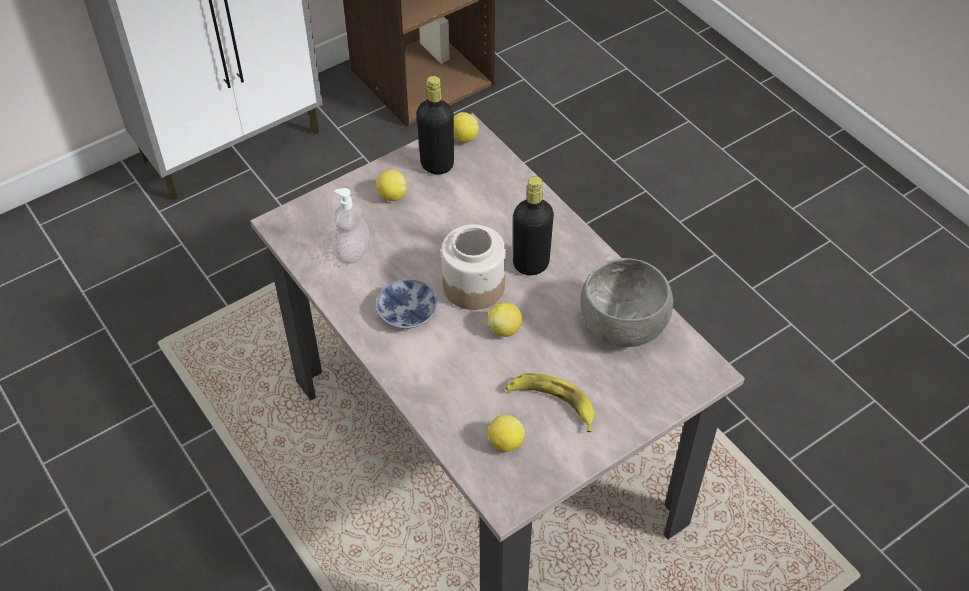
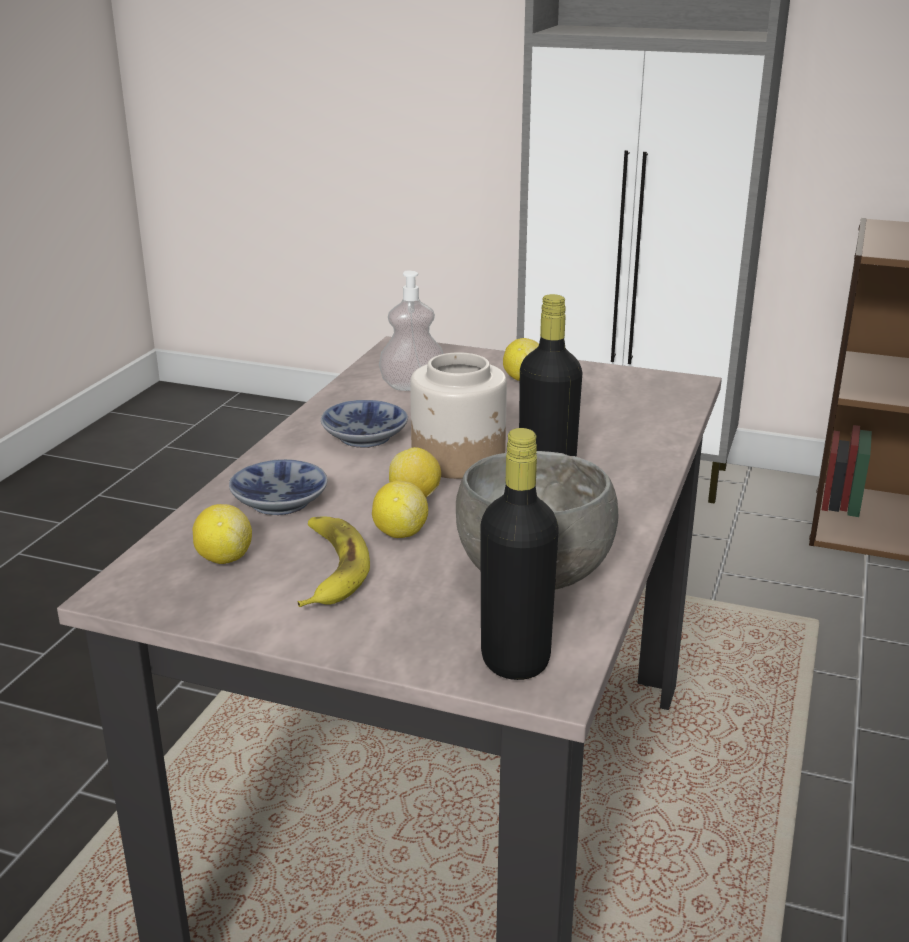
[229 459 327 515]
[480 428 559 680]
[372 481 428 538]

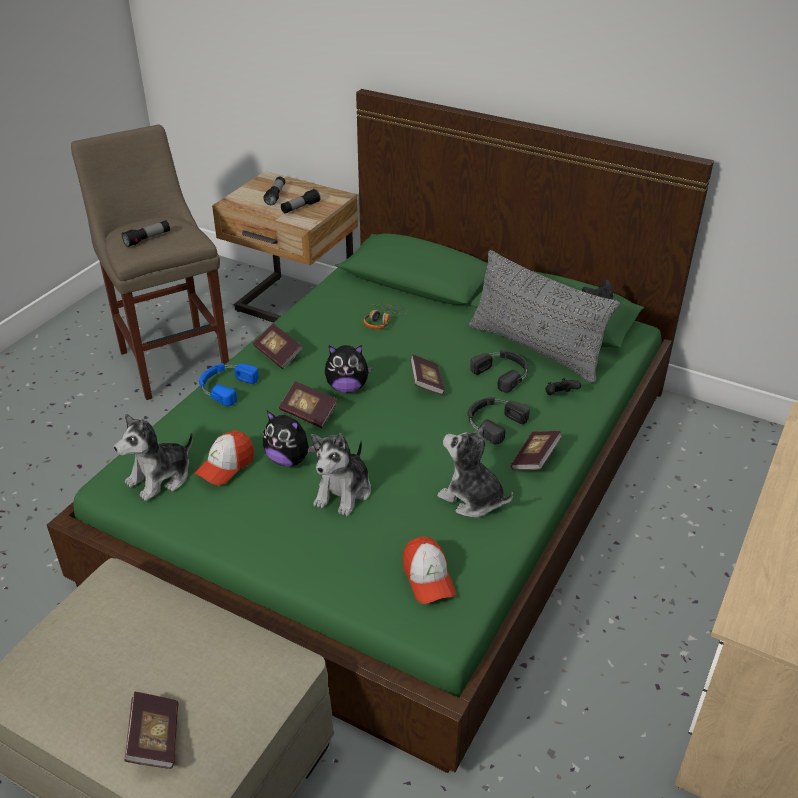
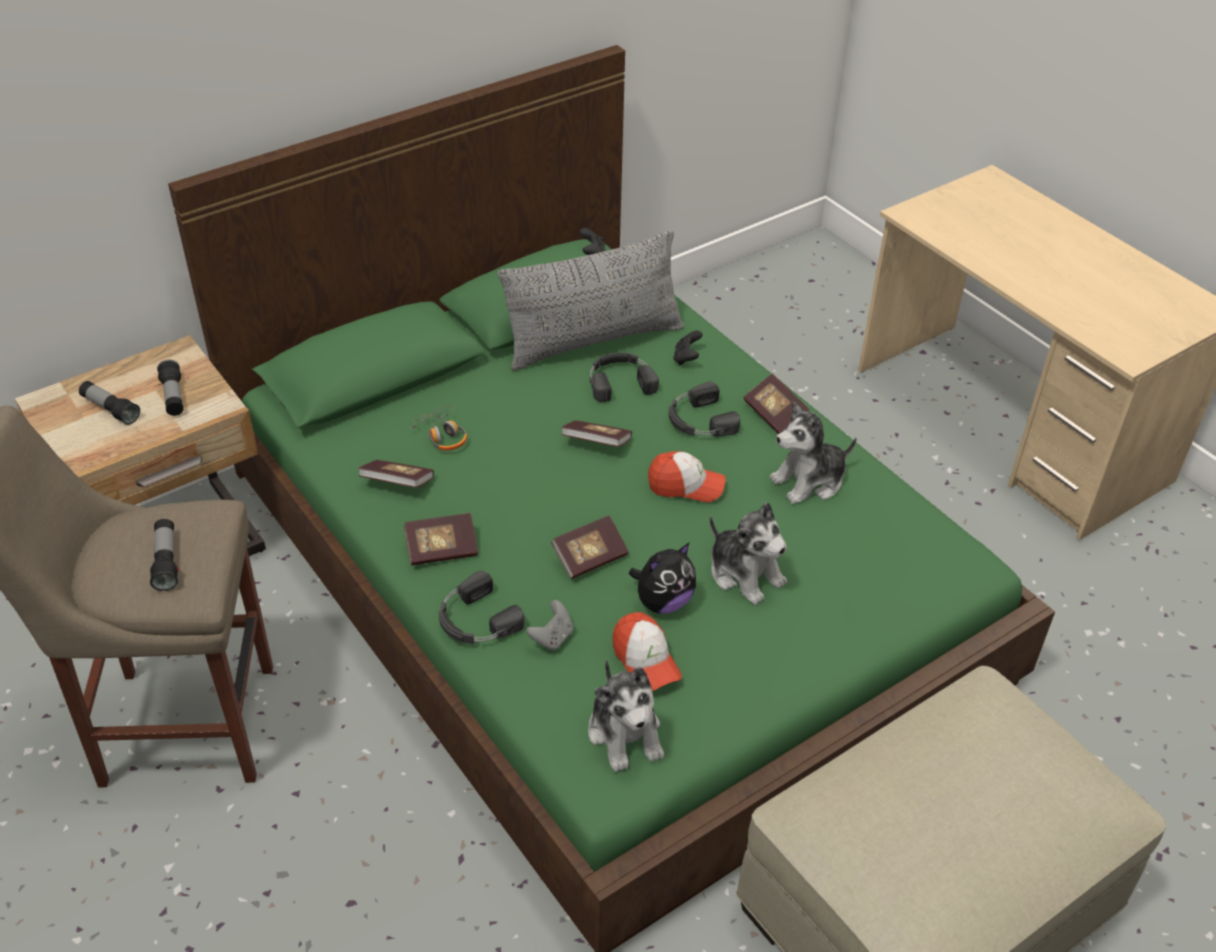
[325 345 372 392] (first image)
[526 600 573 650]
[358 460 434 488]
[648 451 726 502]
[438 571 524 644]

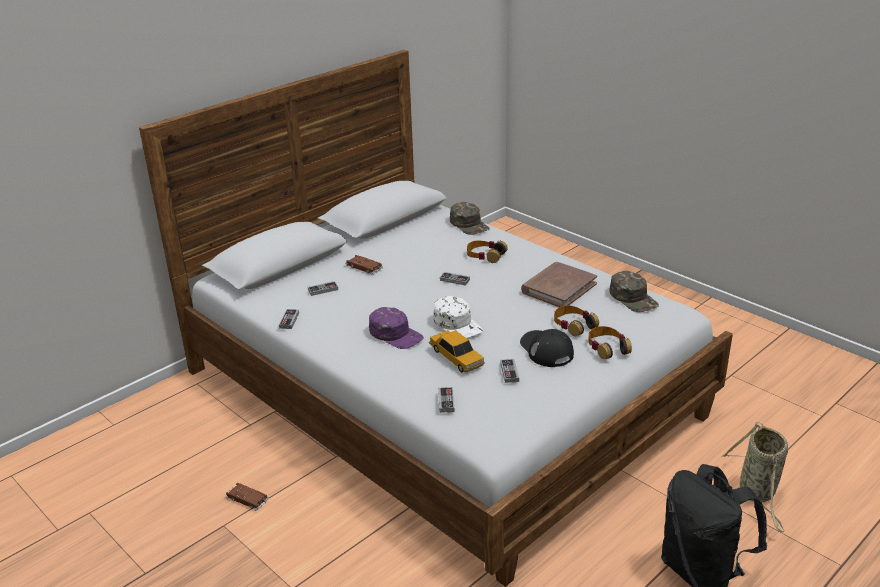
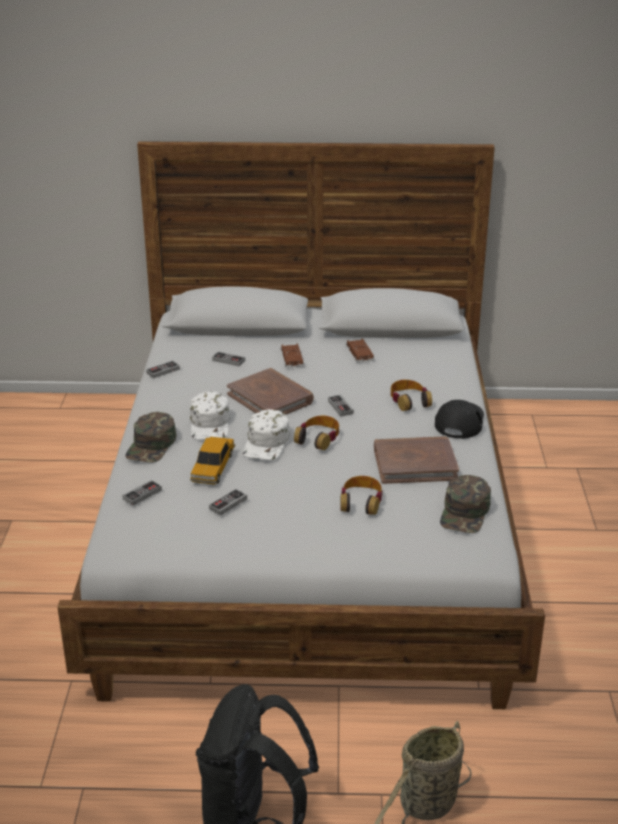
[227 368 314 415]
[346 338 375 363]
[125 412 176 463]
[435 400 484 439]
[294 416 339 450]
[190 392 230 439]

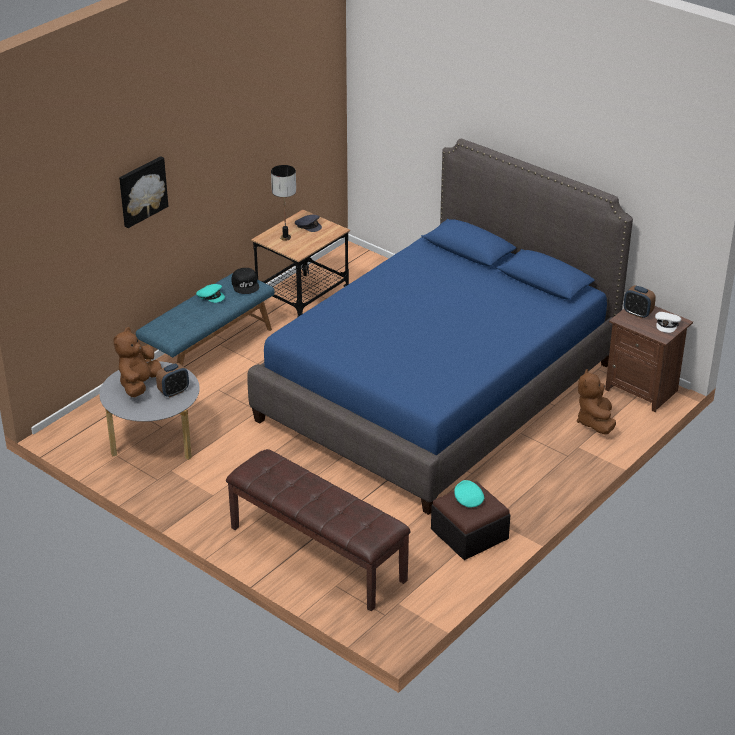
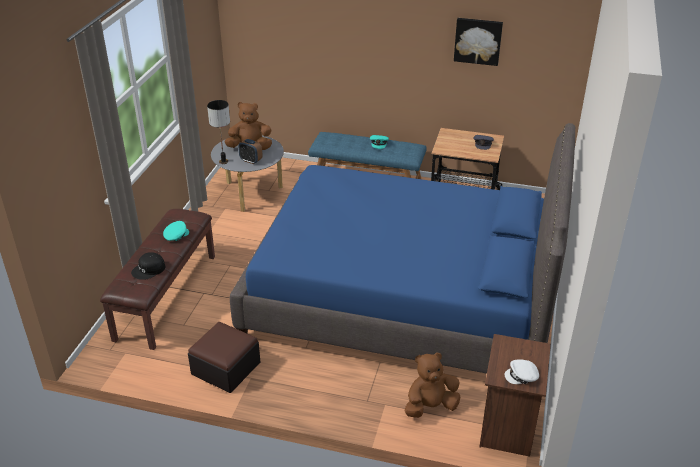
[624 285 656 319] (first image)
[454 18 503 66]
[131 252 165 280]
[207 100 230 164]
[163 221 189 241]

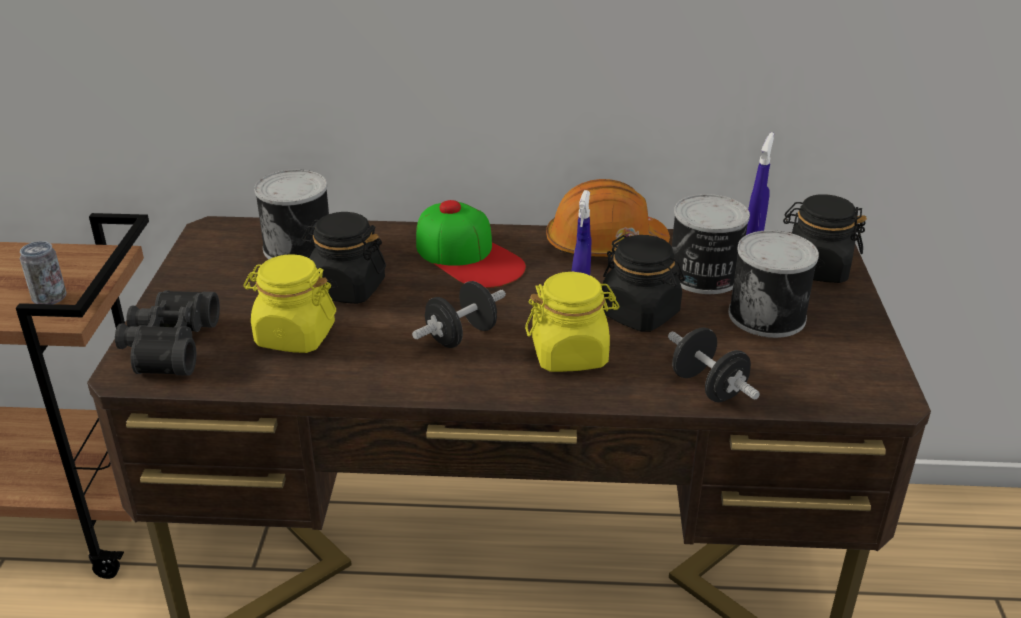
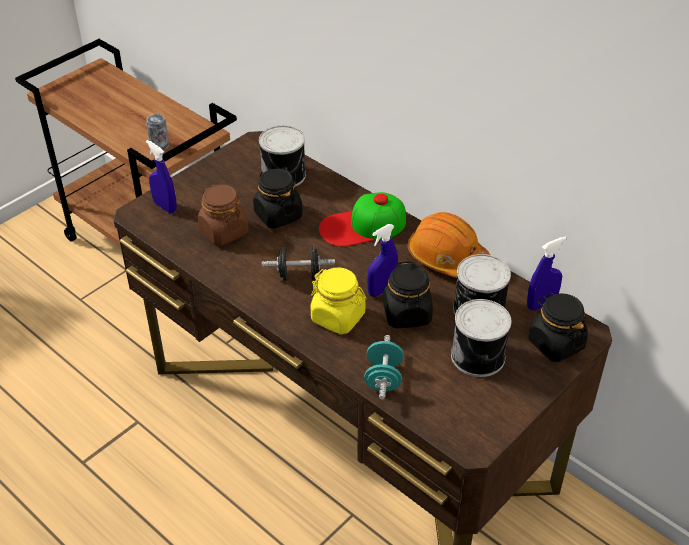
[146 140 177 213]
[197 185 249 246]
[364 335 404 400]
[319 192 406 246]

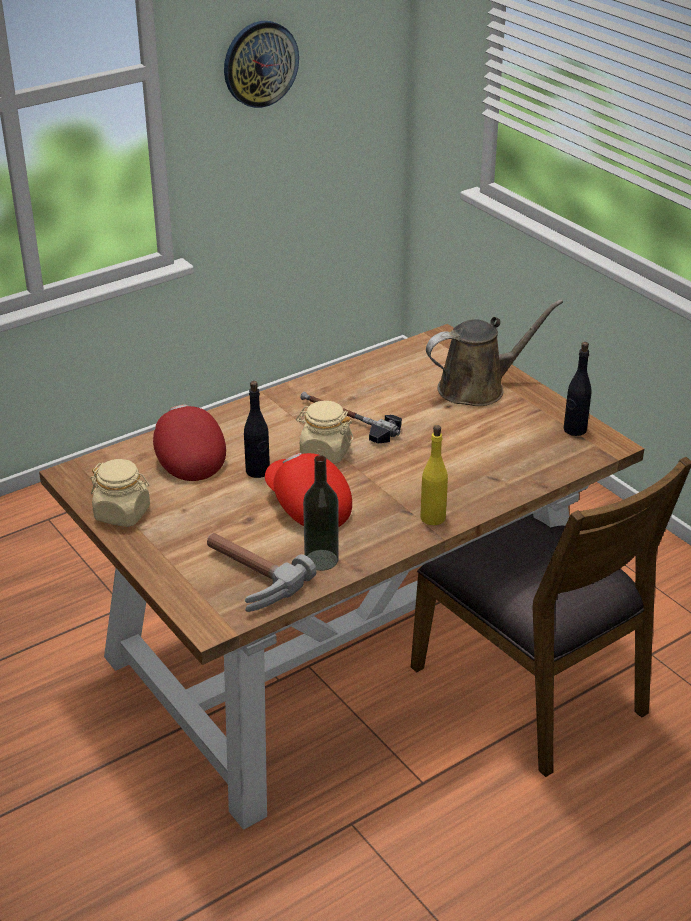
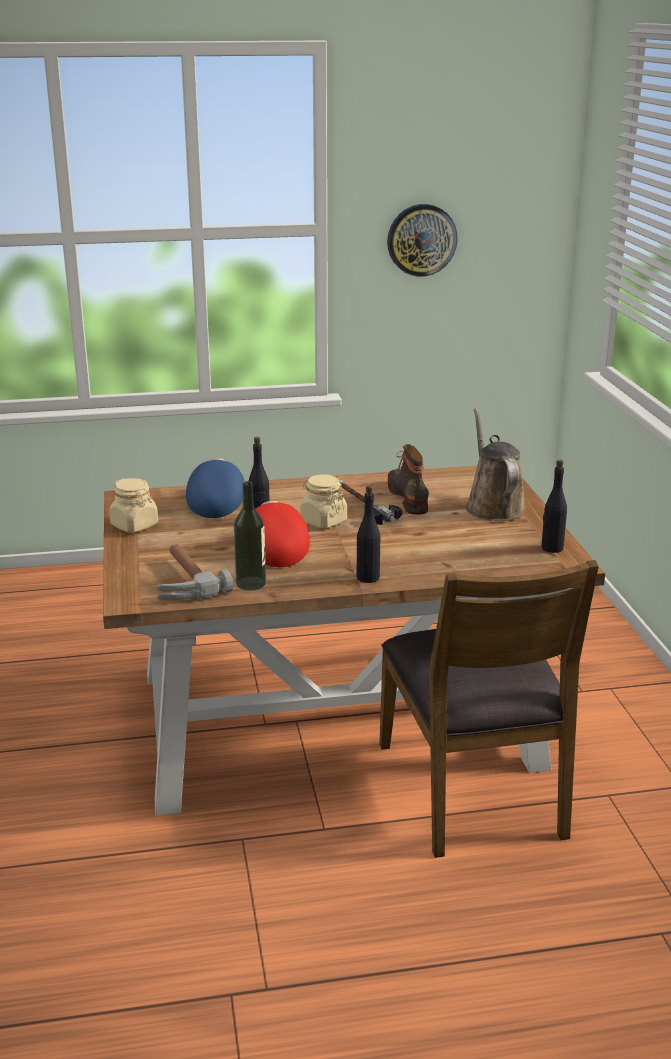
[388 444 429 515]
[186 458 245 518]
[357 485 380 583]
[466 408 526 521]

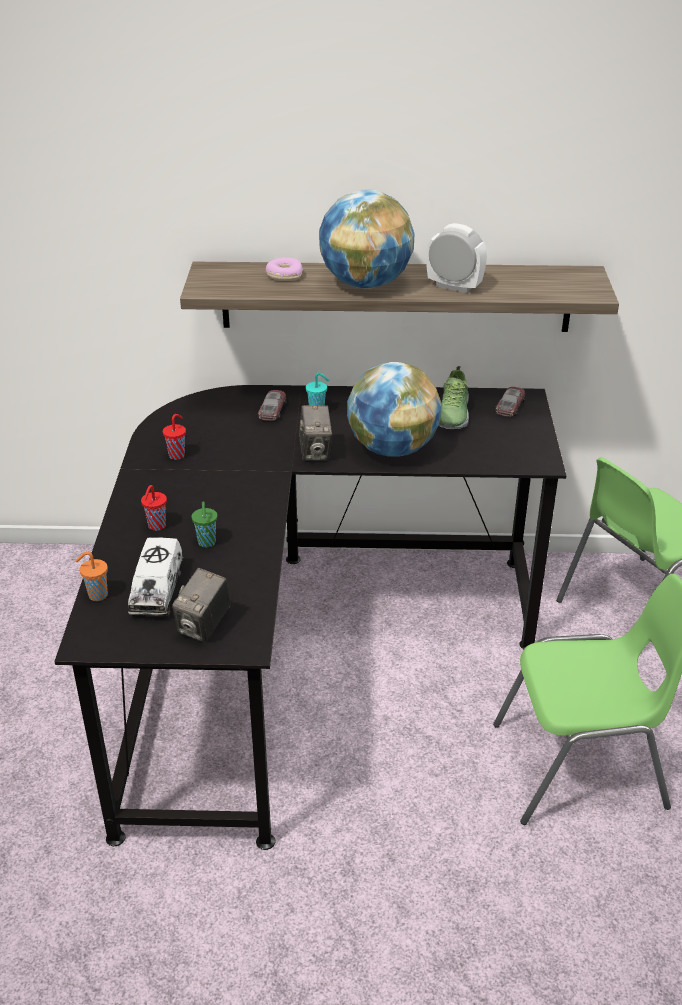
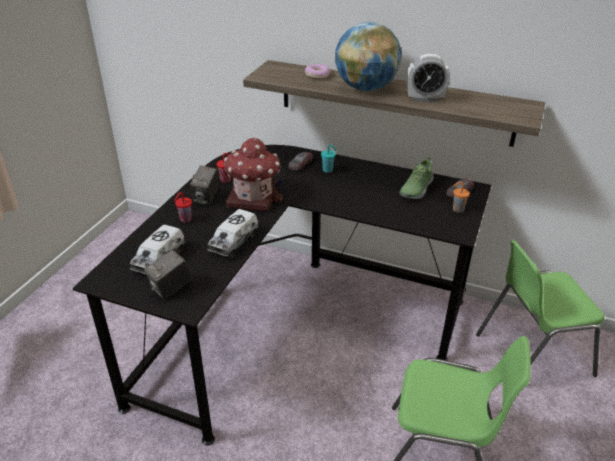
[192 501 218 548] (first image)
[347 362 441 457] (first image)
[207 209 259 259]
[223 138 283 211]
[453 182 470 213]
[190 166 219 205]
[407 54 450 102]

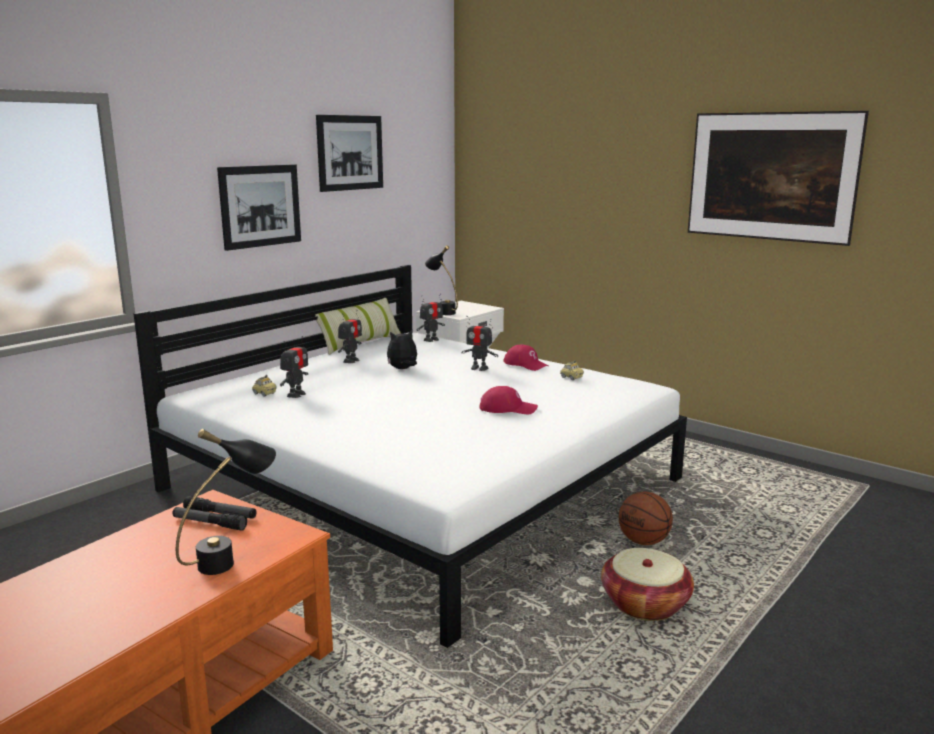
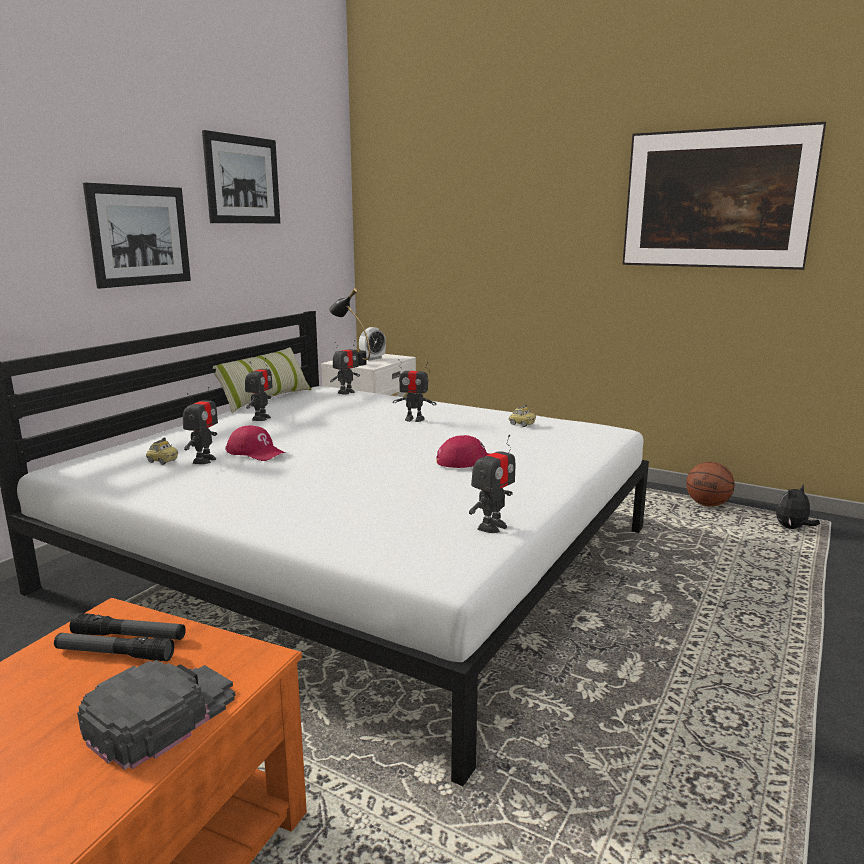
[601 548 694 621] (first image)
[359 327 386 360]
[469 435 515 533]
[776 485 820 529]
[225 425 286 461]
[686 462 735 507]
[77 660 236 770]

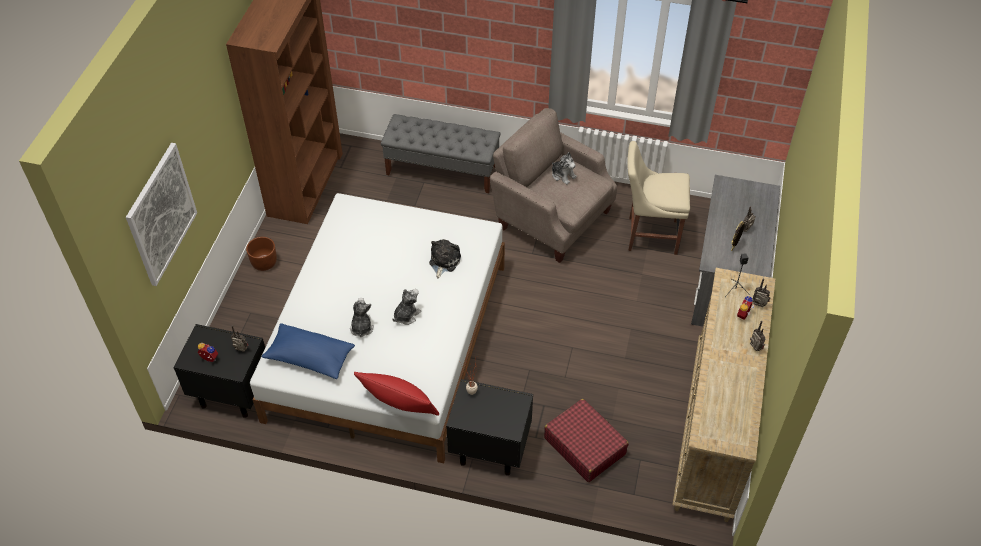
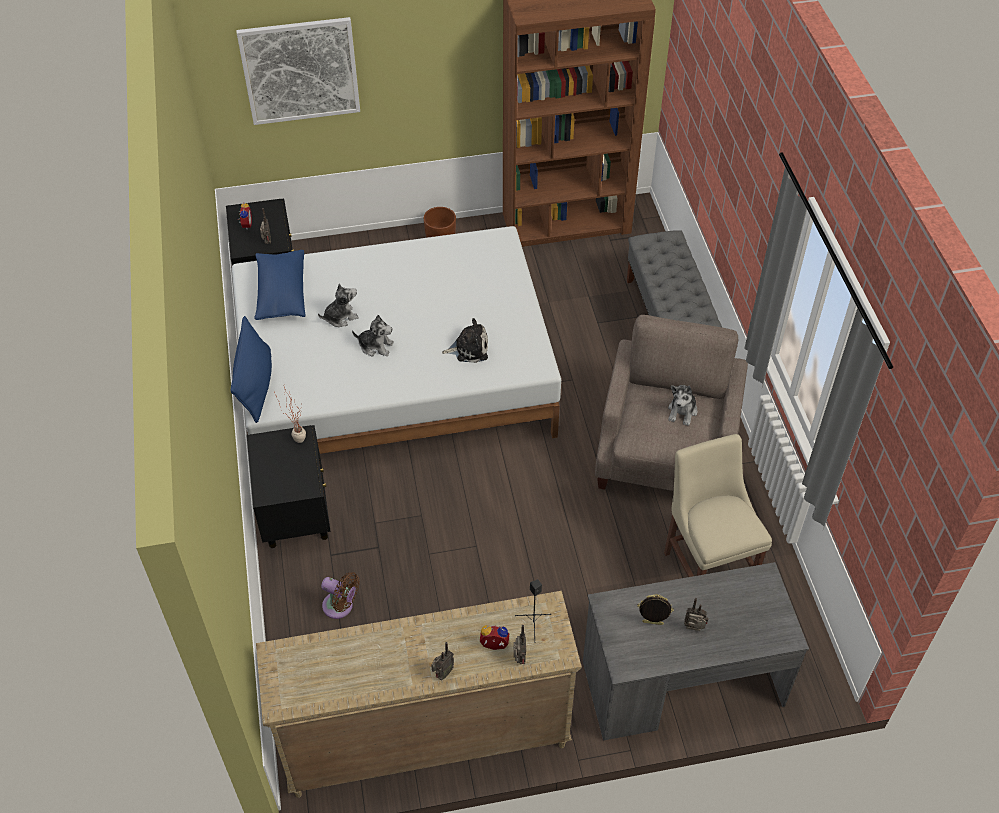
[321 572 360 619]
[230 316 272 423]

